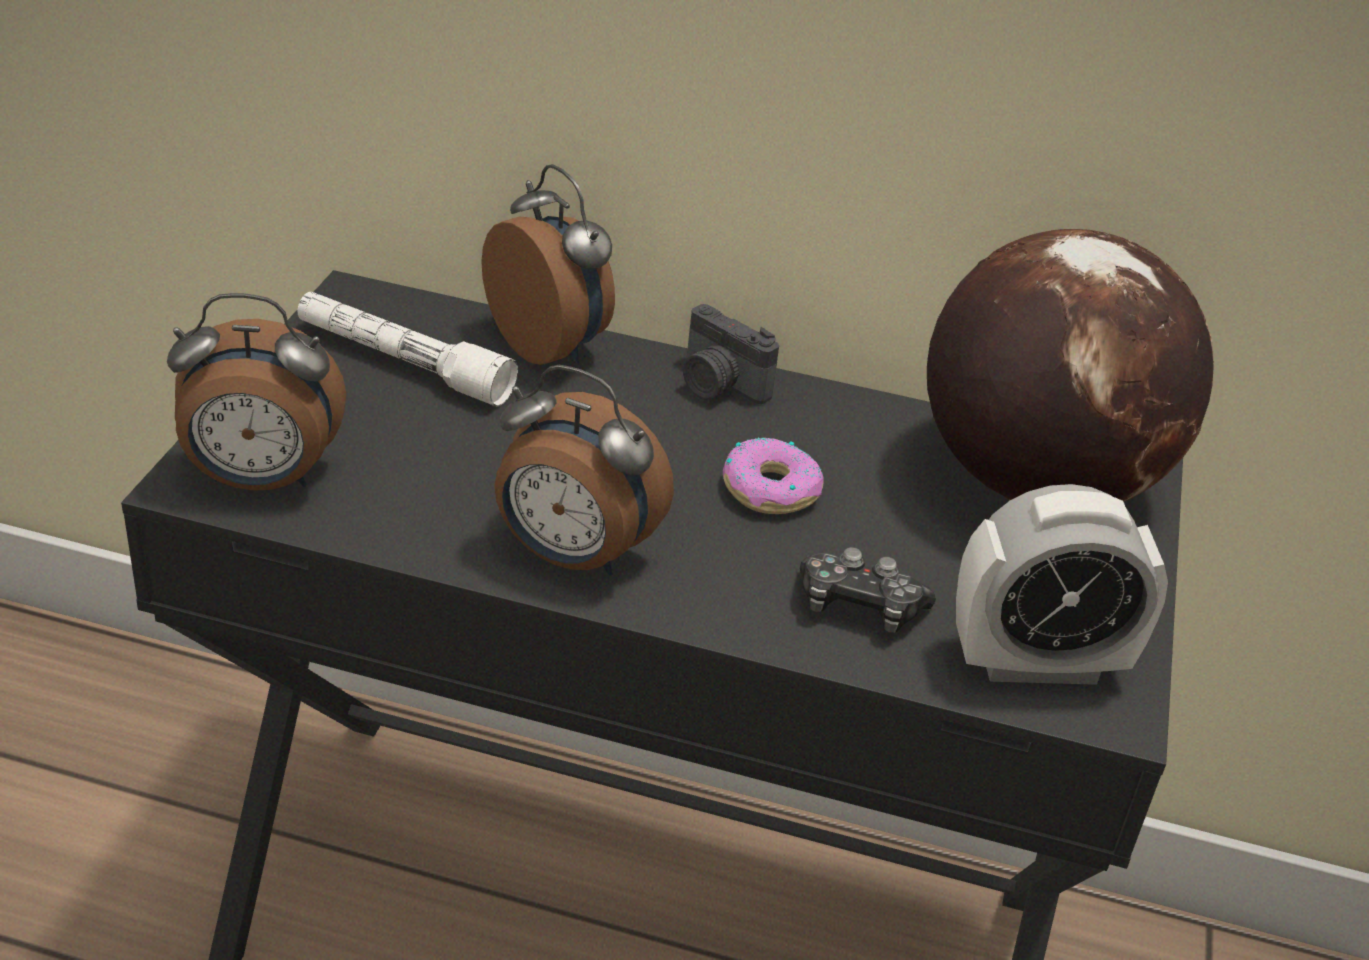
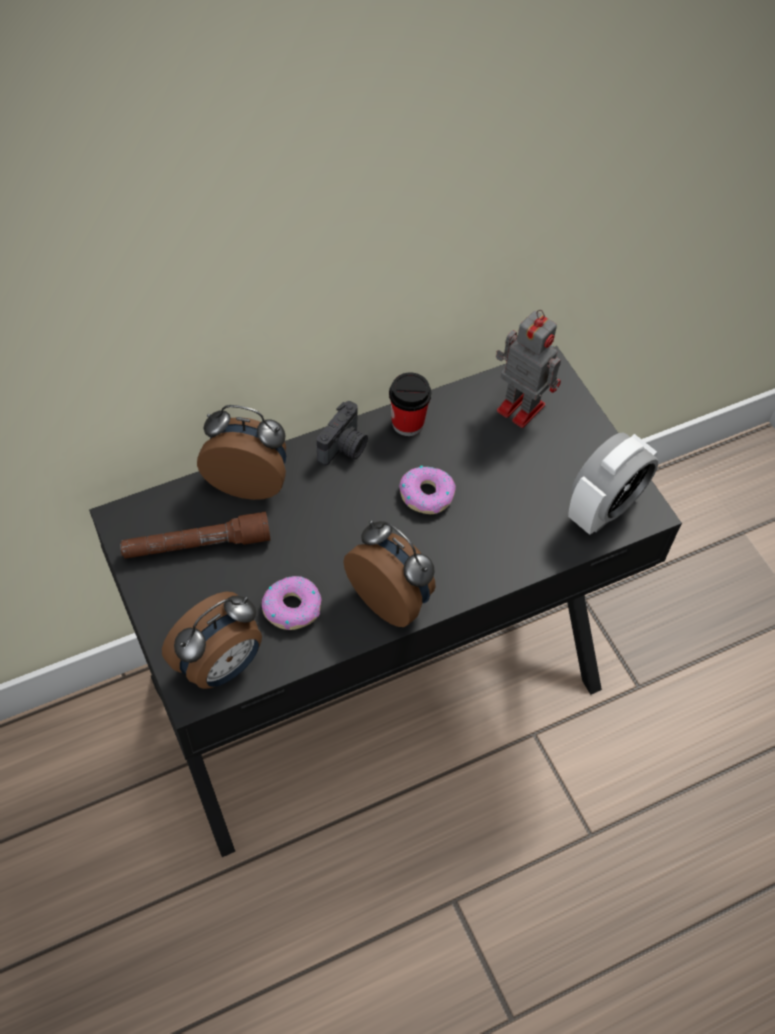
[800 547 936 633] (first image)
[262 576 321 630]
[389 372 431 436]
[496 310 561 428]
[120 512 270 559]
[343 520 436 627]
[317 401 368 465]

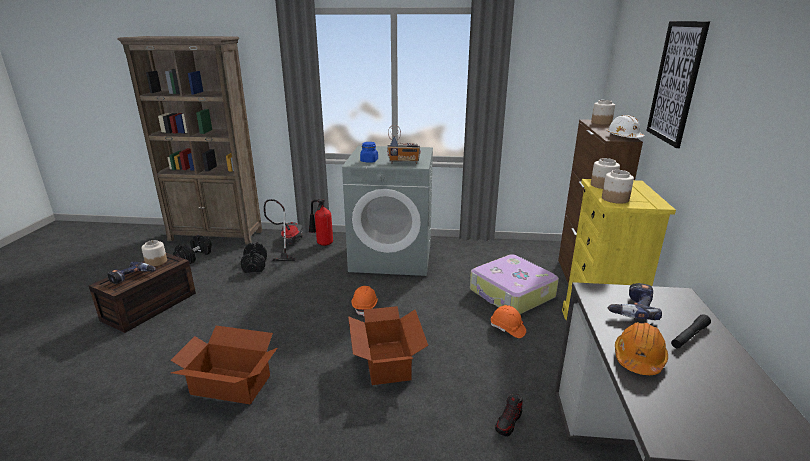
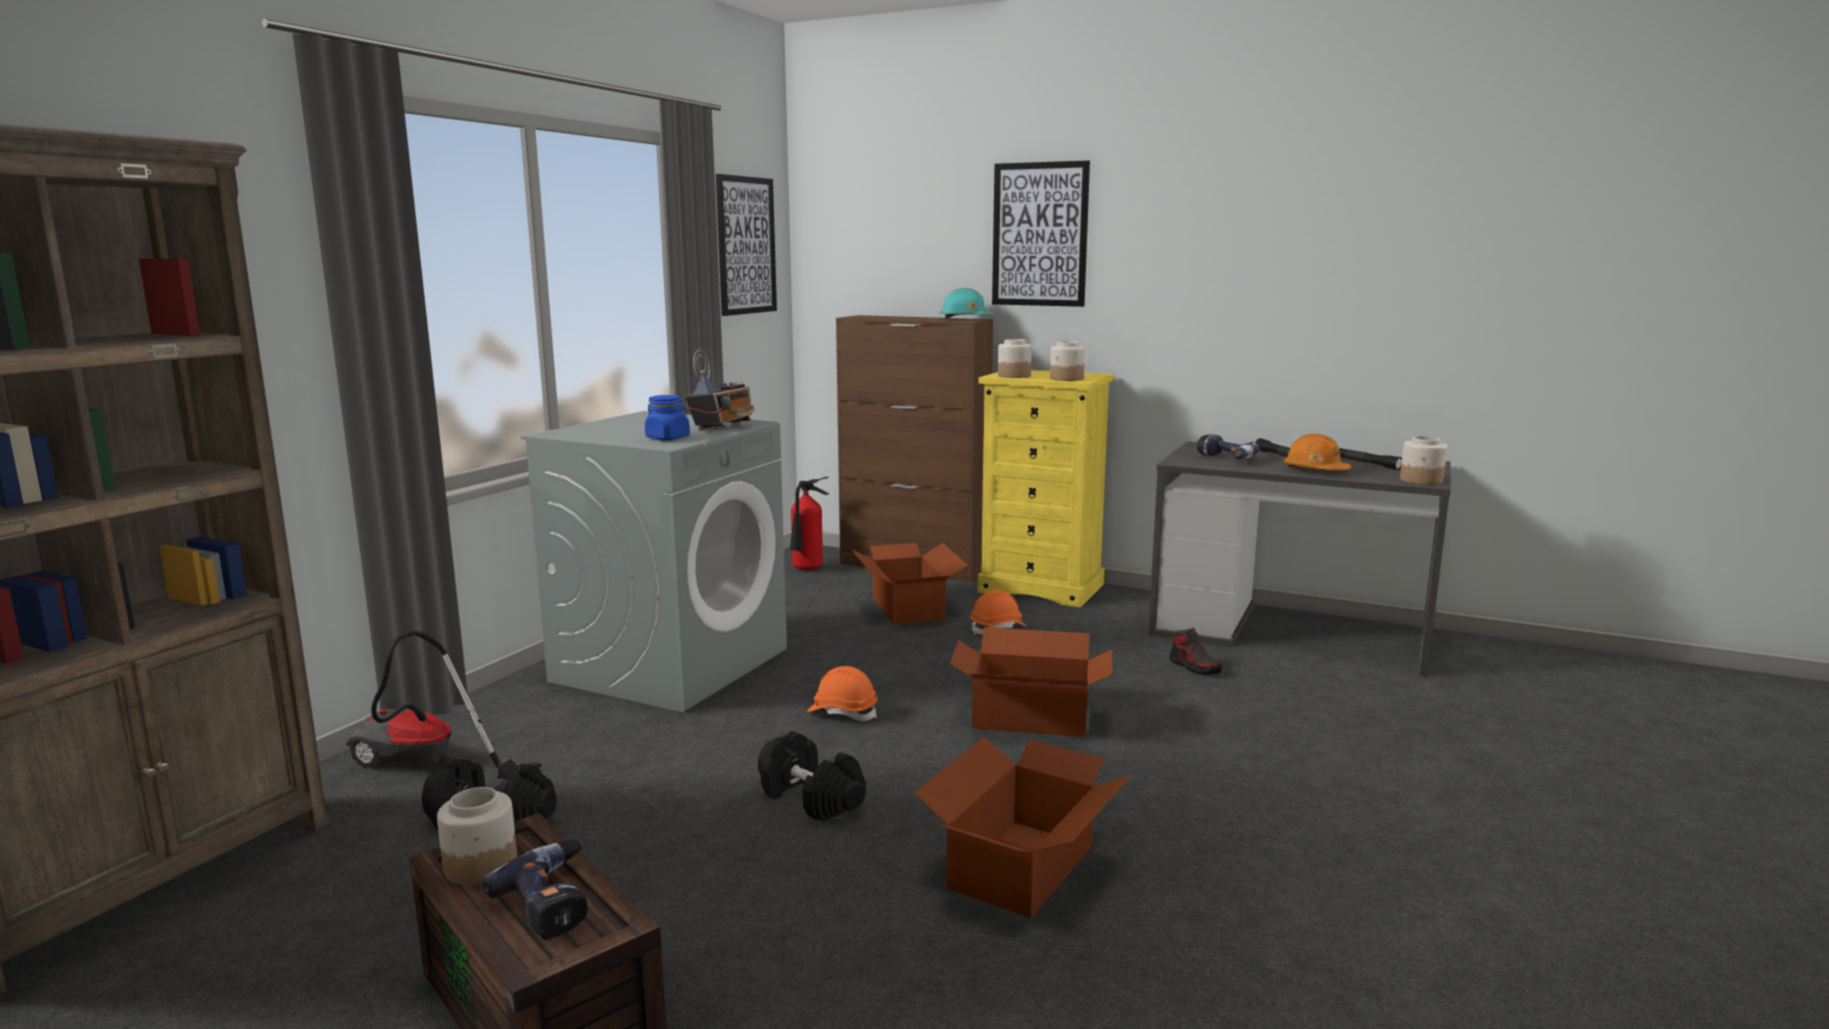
[716 174 777 316]
[1339 448 1402 470]
[758 731 866 822]
[790 477 829 570]
[1400 436 1447 485]
[852 543 968 625]
[940 288 994 319]

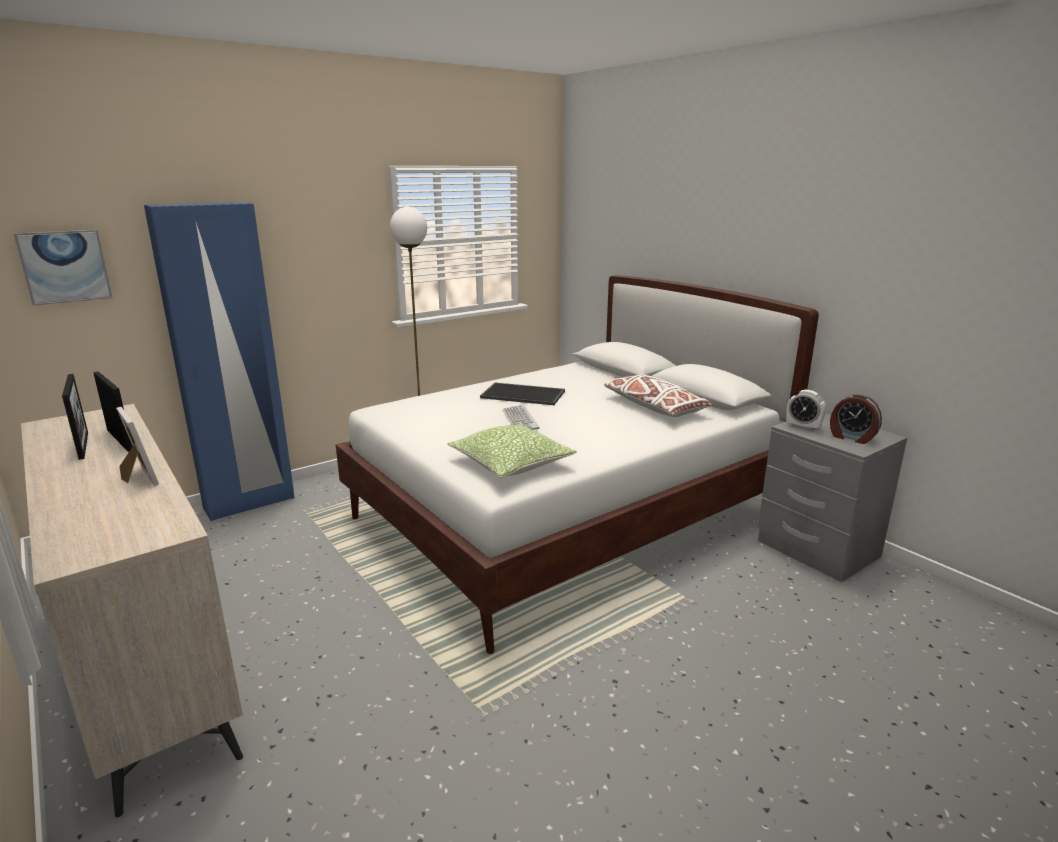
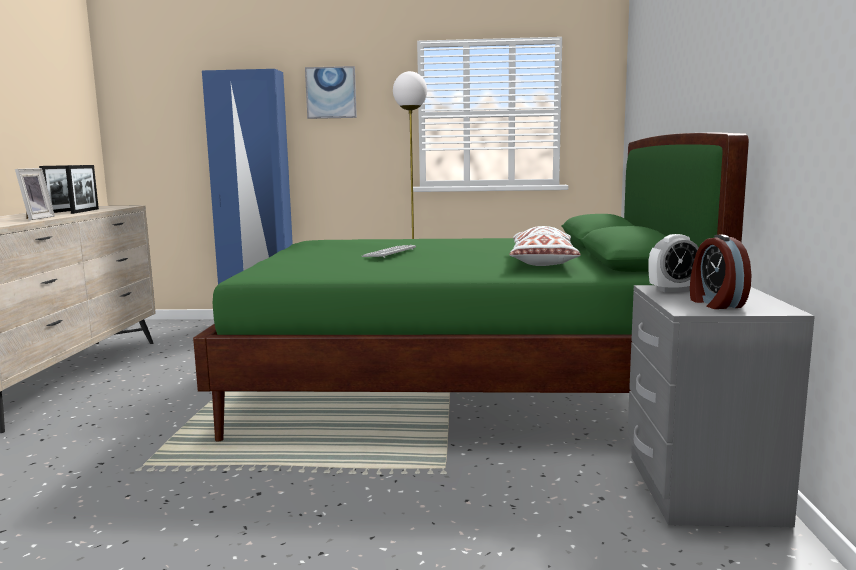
[447 424 577 478] (first image)
[480 383 565 405] (first image)
[305 66 357 119]
[193 132 749 442]
[648 234 699 292]

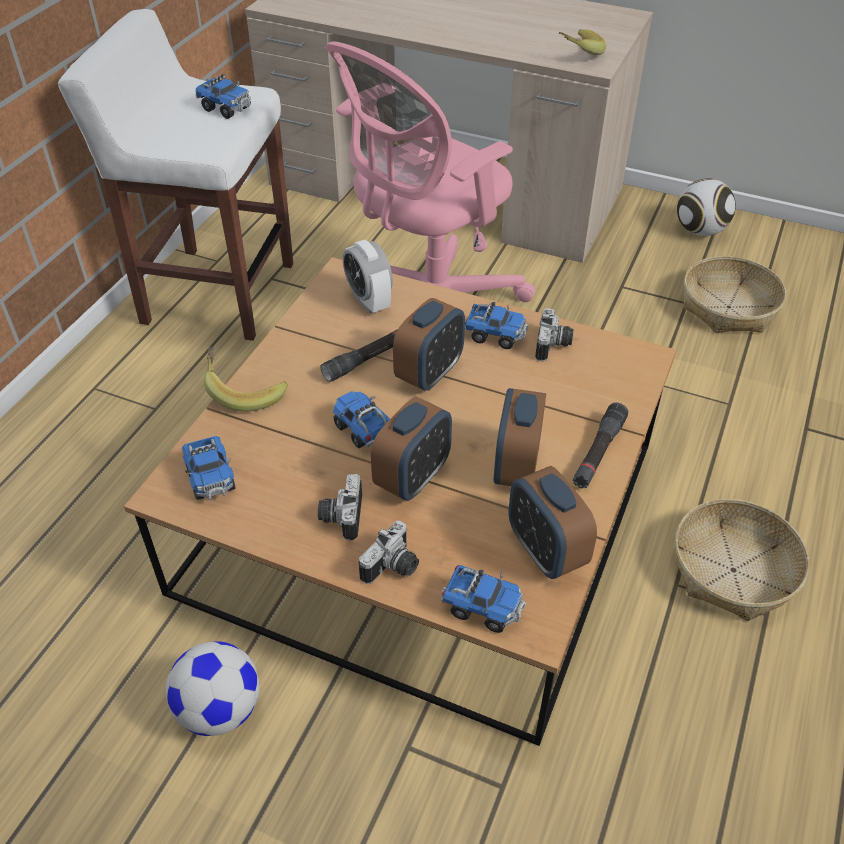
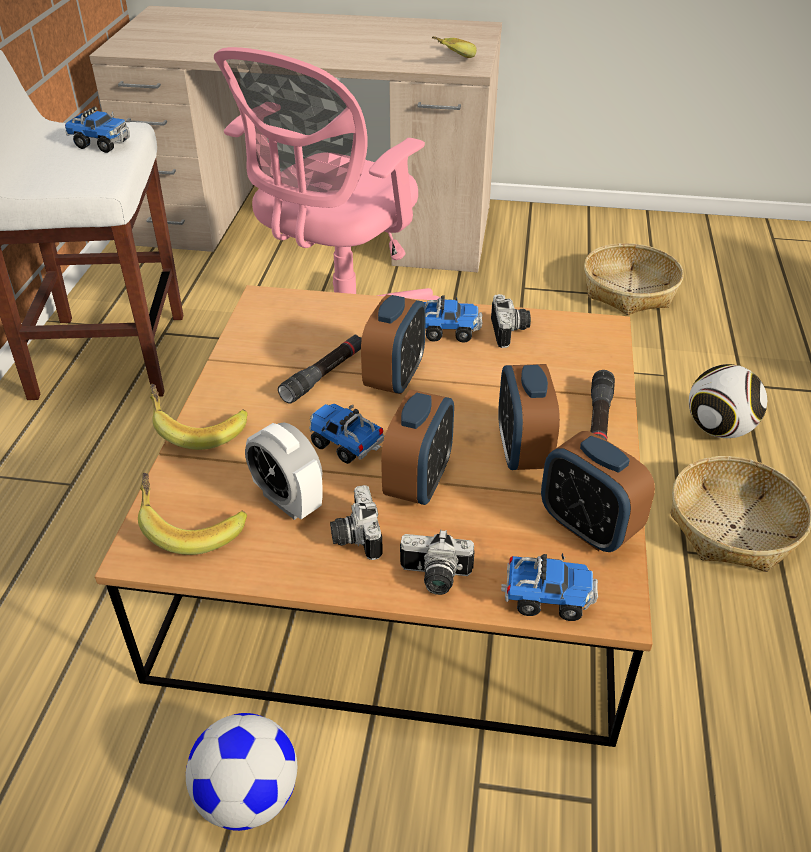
[245 423 323 520]
[689 364 767 438]
[138 473 247 555]
[400 529 475 595]

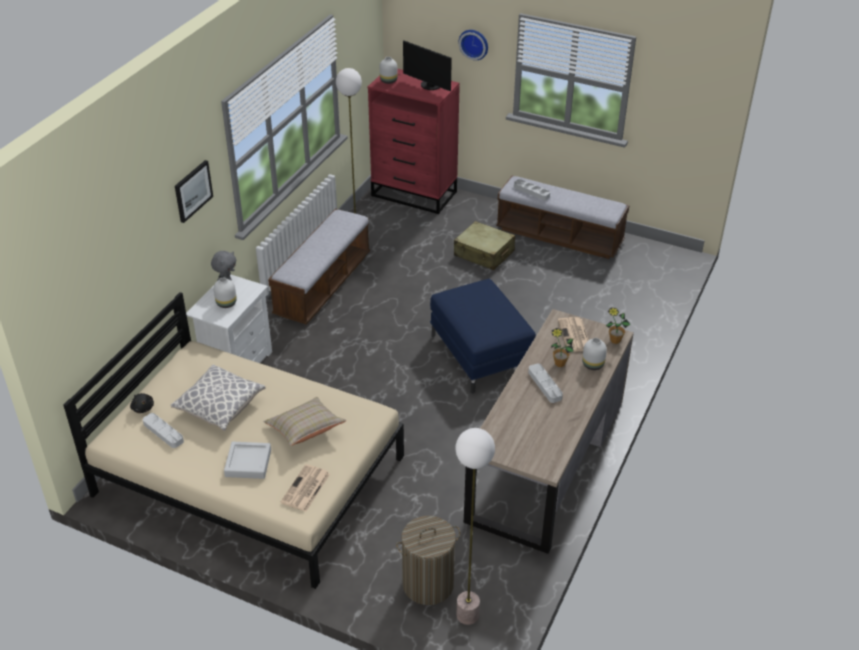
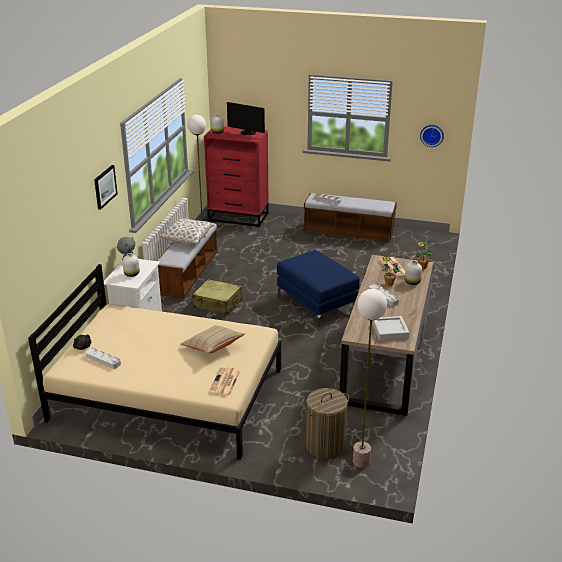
[160 218 214 244]
[372 316 409 340]
[192 279 243 315]
[420 125 444 147]

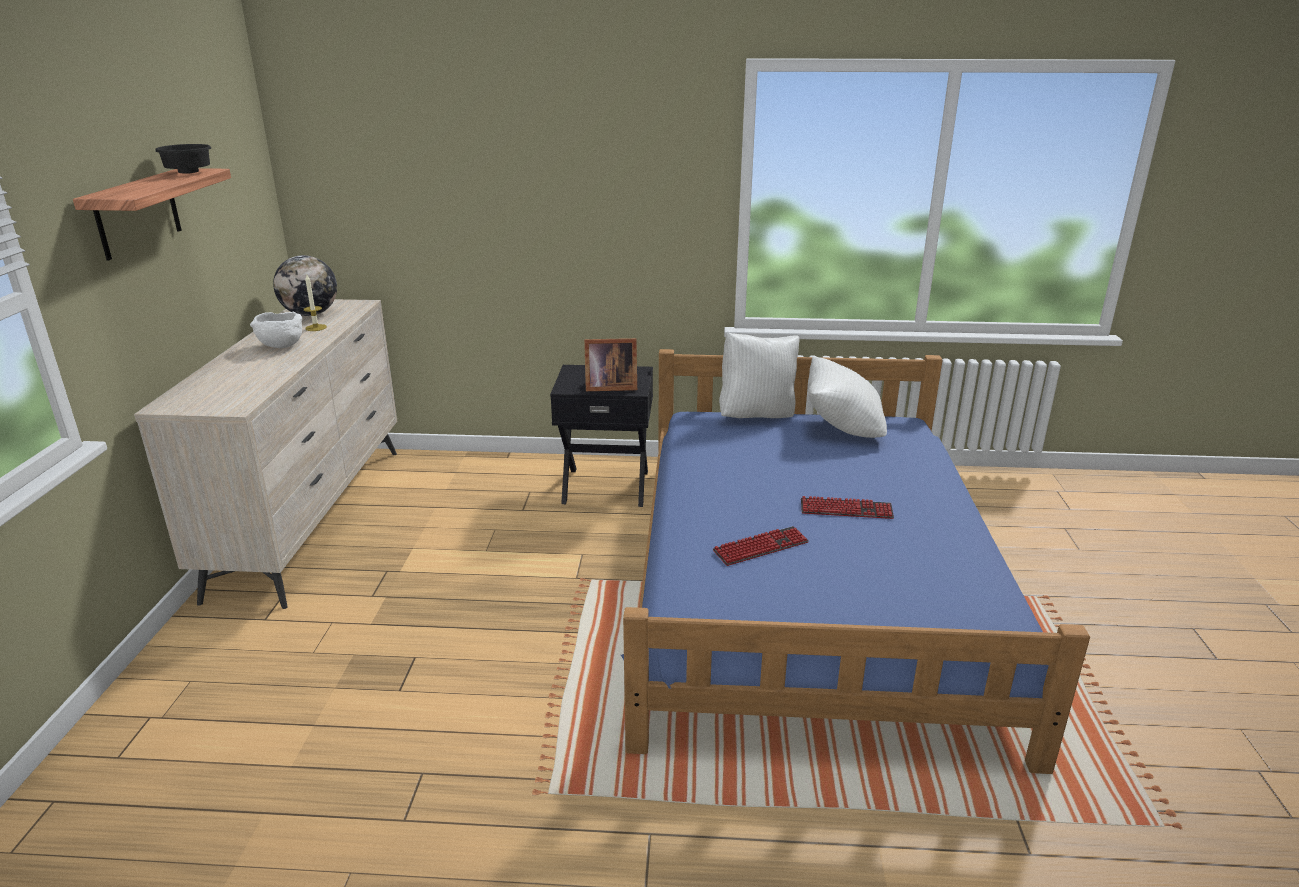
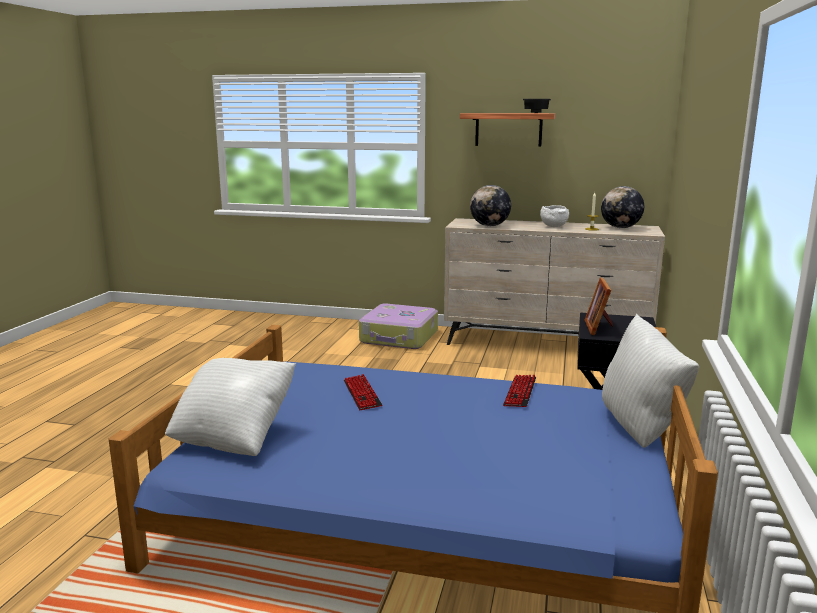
[359 304 438 349]
[470 185 511 226]
[503 375 536 407]
[165 358 296 456]

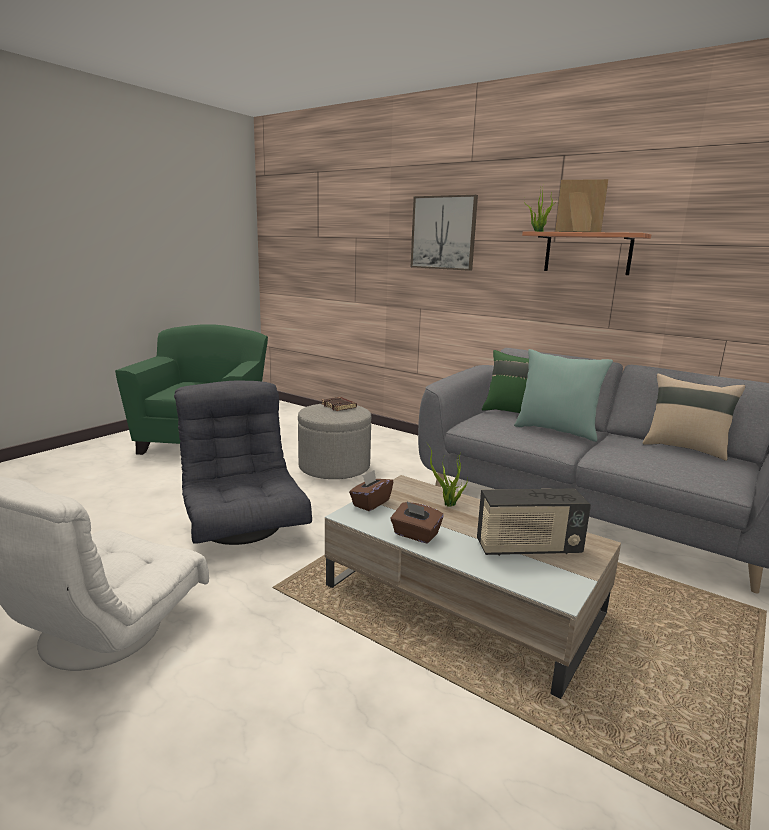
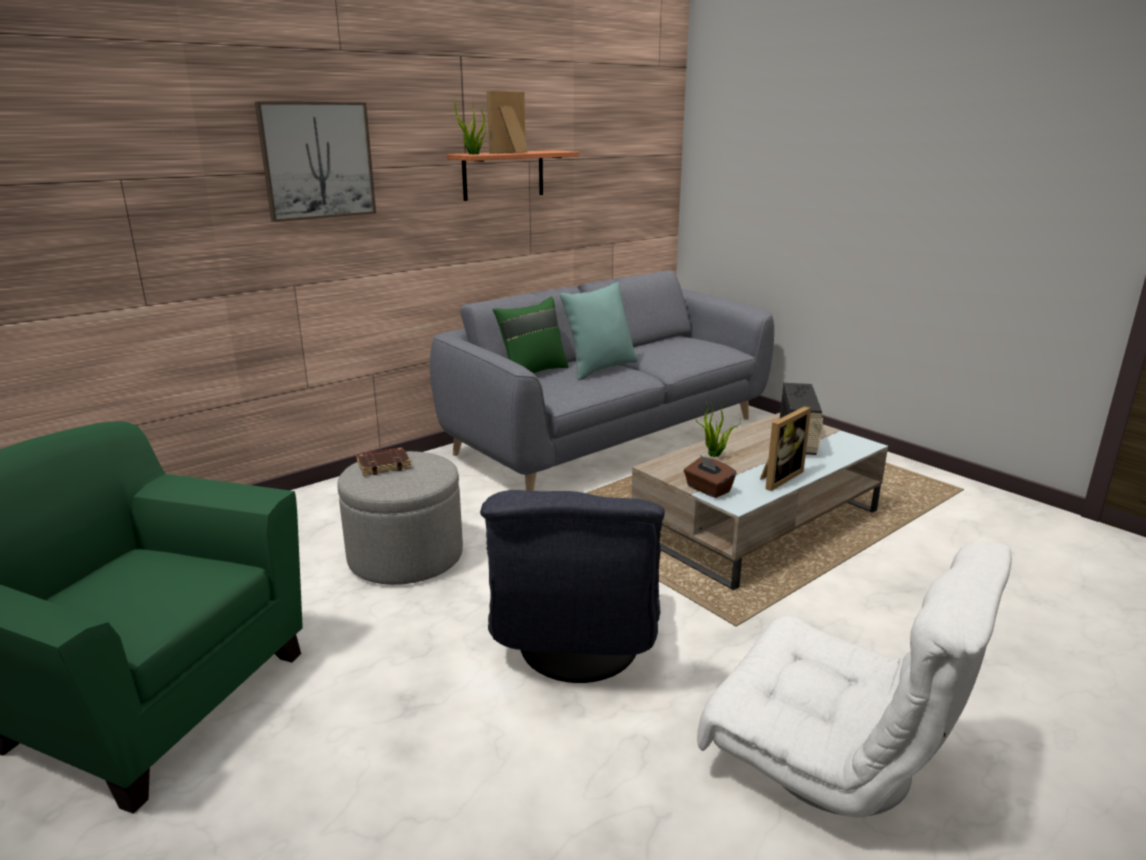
[643 373 745 461] (first image)
[760 406 811 491]
[480 490 665 683]

